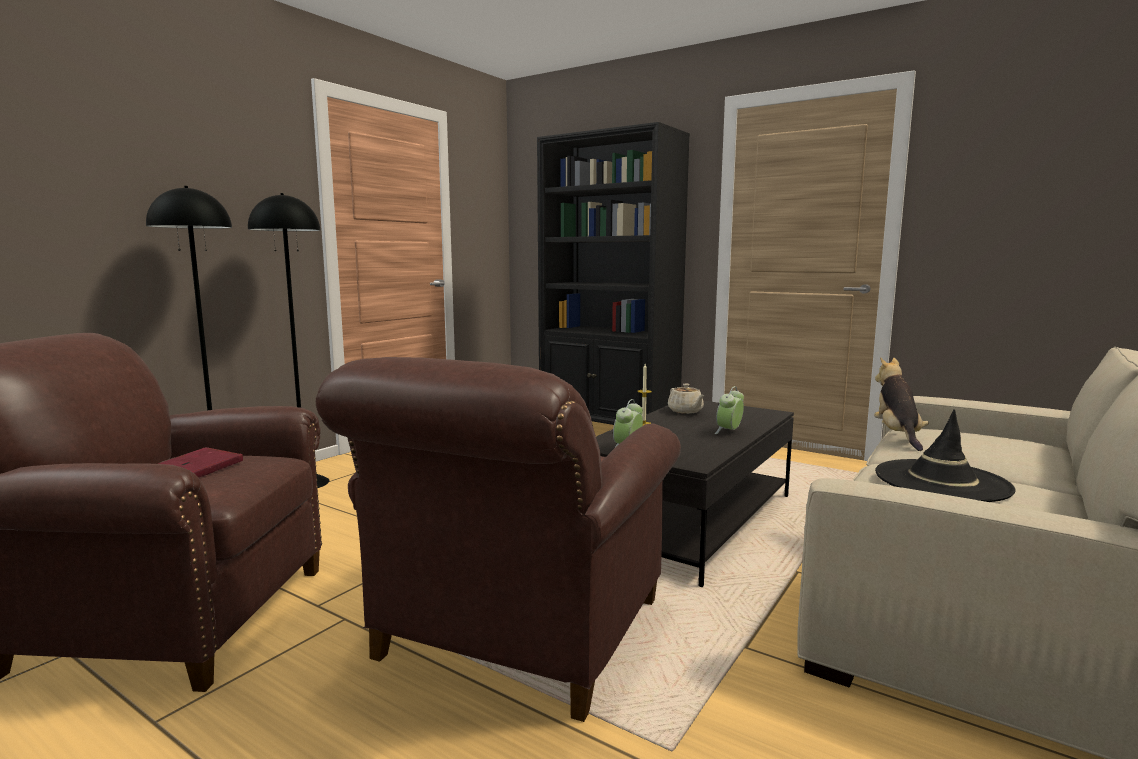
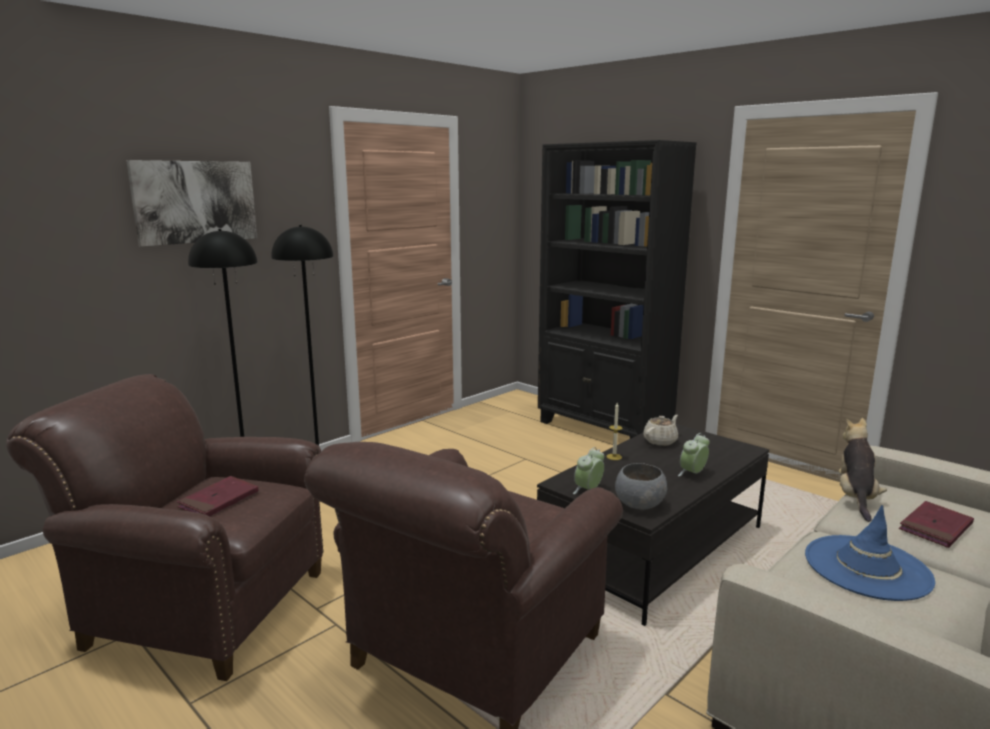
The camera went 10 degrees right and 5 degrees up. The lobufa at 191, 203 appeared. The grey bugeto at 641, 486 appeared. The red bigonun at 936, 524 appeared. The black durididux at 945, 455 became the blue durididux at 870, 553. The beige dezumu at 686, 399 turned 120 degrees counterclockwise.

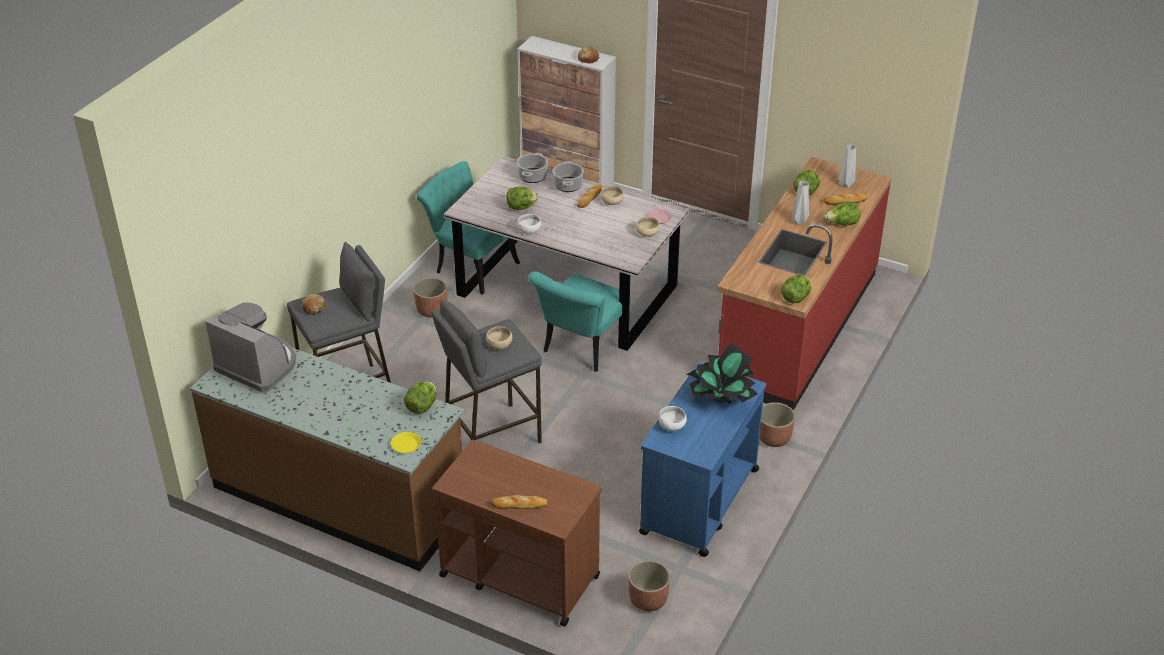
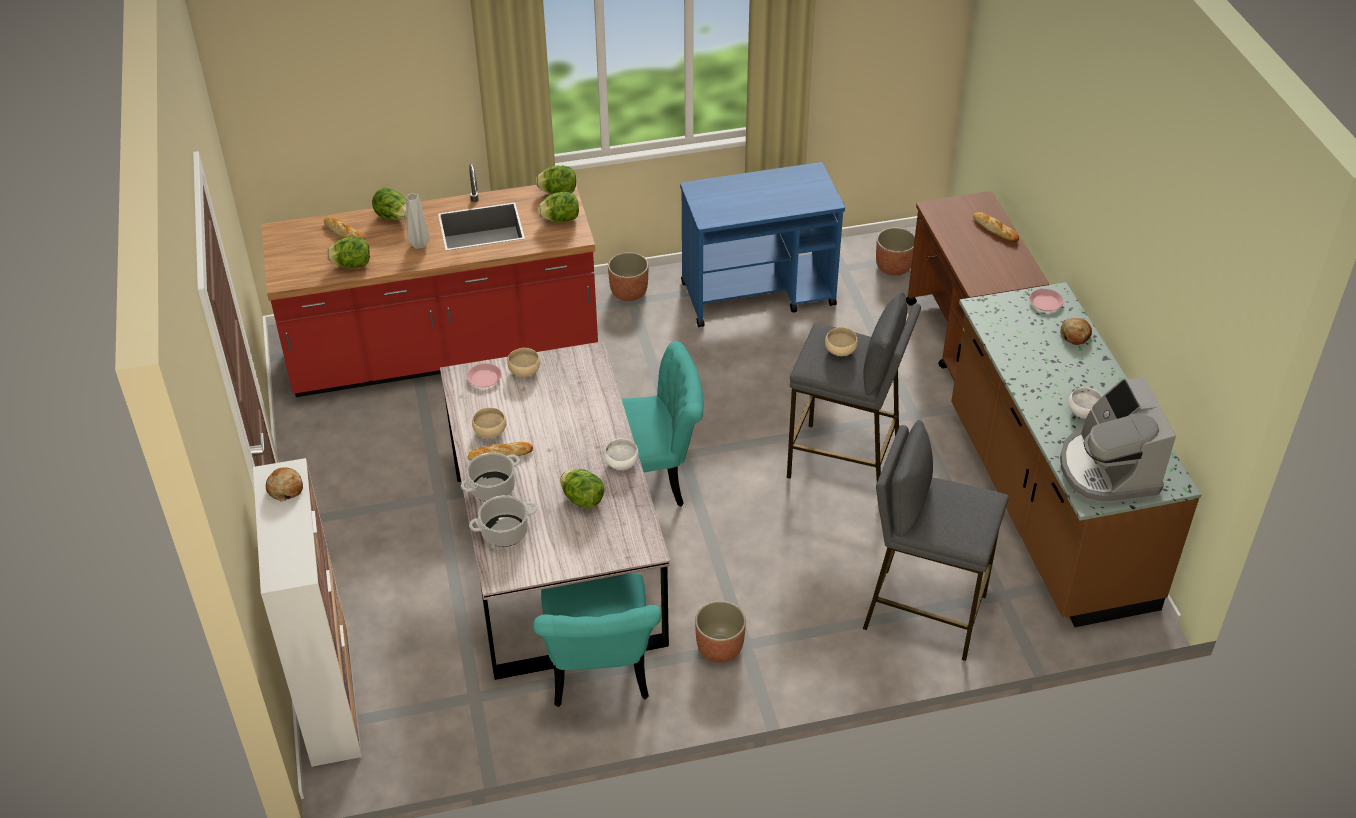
The camera went 130 degrees left and 5 degrees up. The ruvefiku at 722, 373 disappeared. The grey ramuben at 847, 166 disappeared. The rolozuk moved from 314, 304 to 1076, 331. The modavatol moved from 420, 398 to 558, 207. The white bugeto moved from 672, 418 to 1085, 402. The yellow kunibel at 406, 442 became the pink kunibel at 1046, 300.

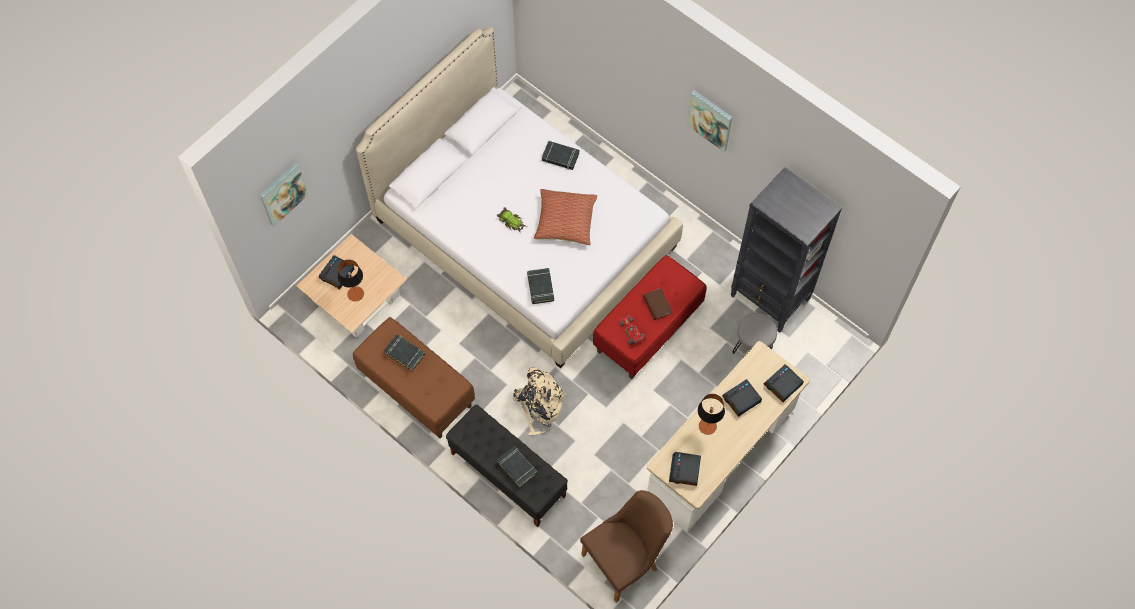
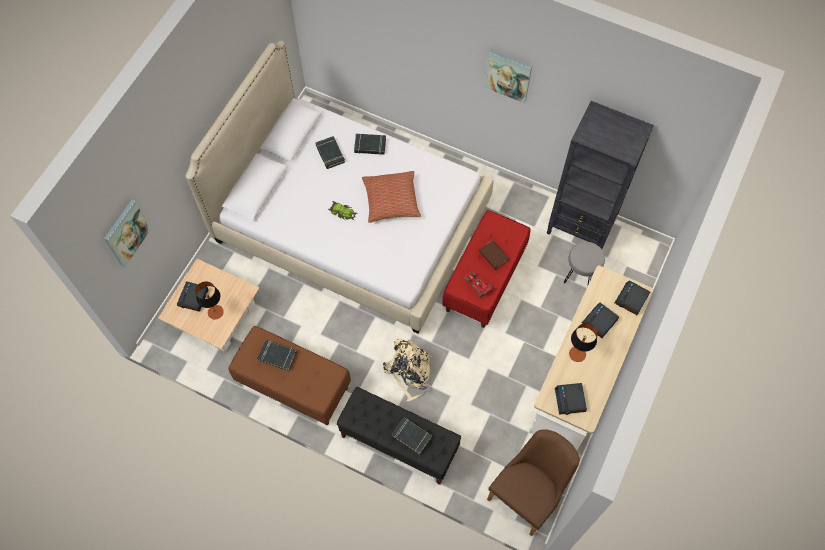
The camera went 15 degrees left and 0 degrees up. The black bigonun moved from 540, 286 to 330, 152.

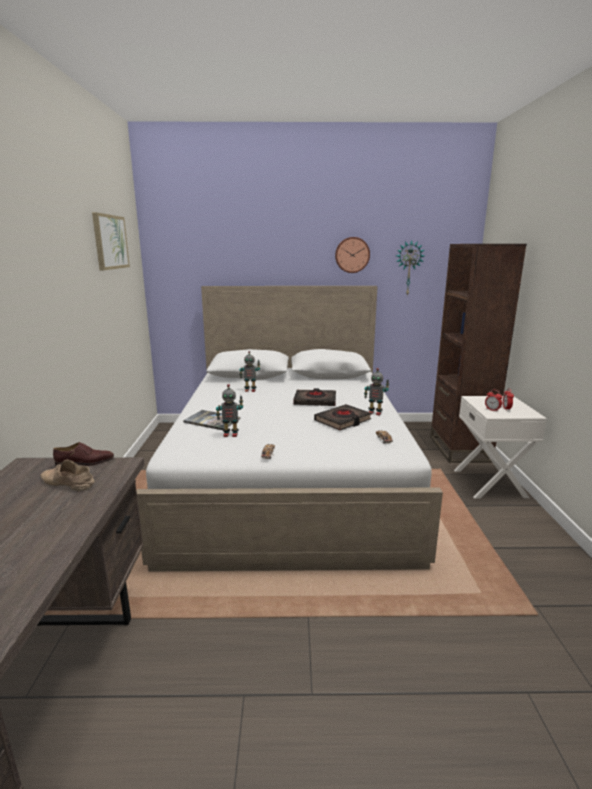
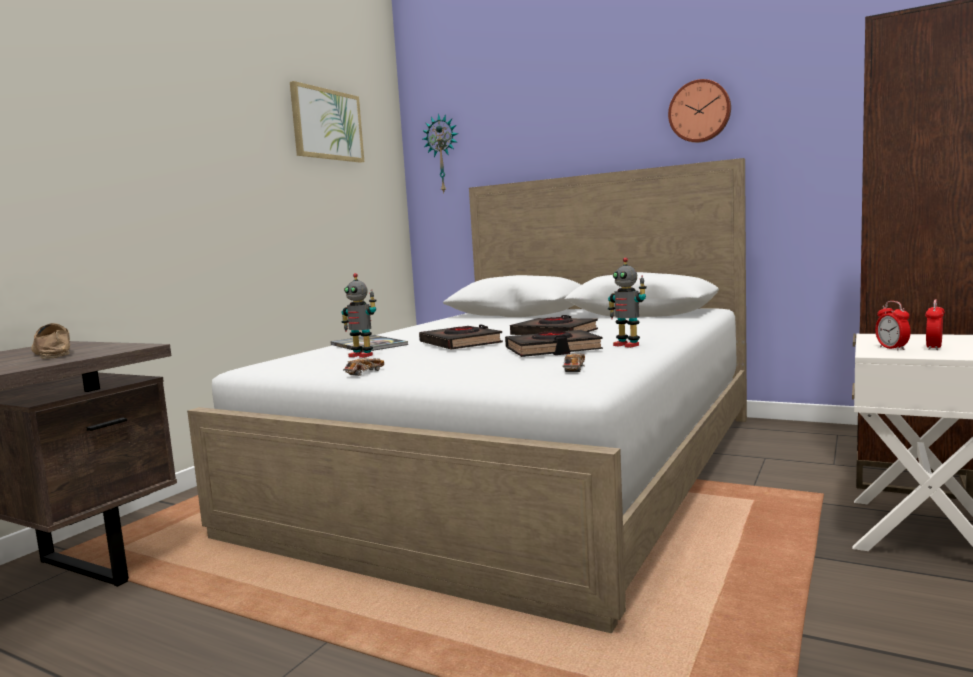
The camera went 30 degrees right and 10 degrees down. The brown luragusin at 83, 454 disappeared. The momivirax at 249, 371 disappeared. The black bigonun at 461, 337 appeared. The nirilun moved from 410, 268 to 440, 153.

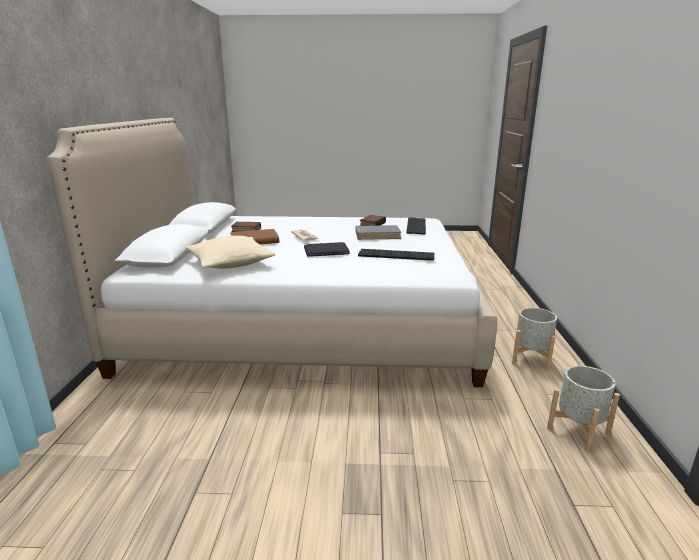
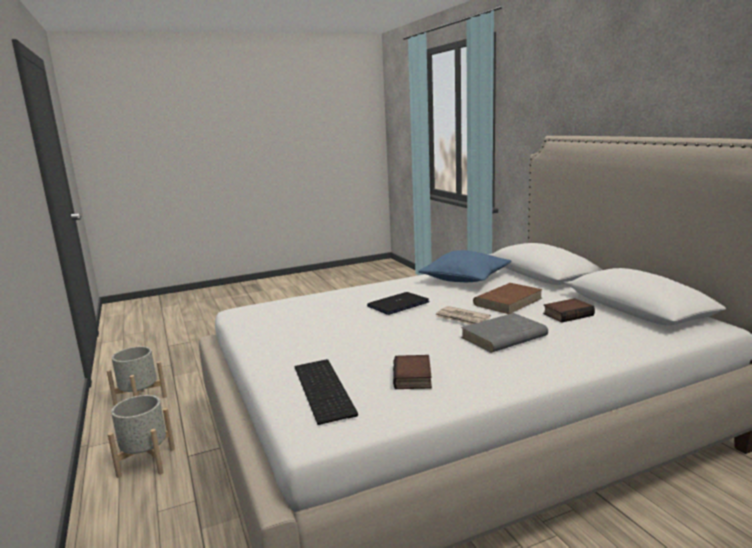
The camera went 155 degrees right and 5 degrees down. The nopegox at 396, 255 disappeared. The grey bigonun moved from 378, 232 to 504, 333. The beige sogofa at 230, 252 became the blue sogofa at 465, 266.

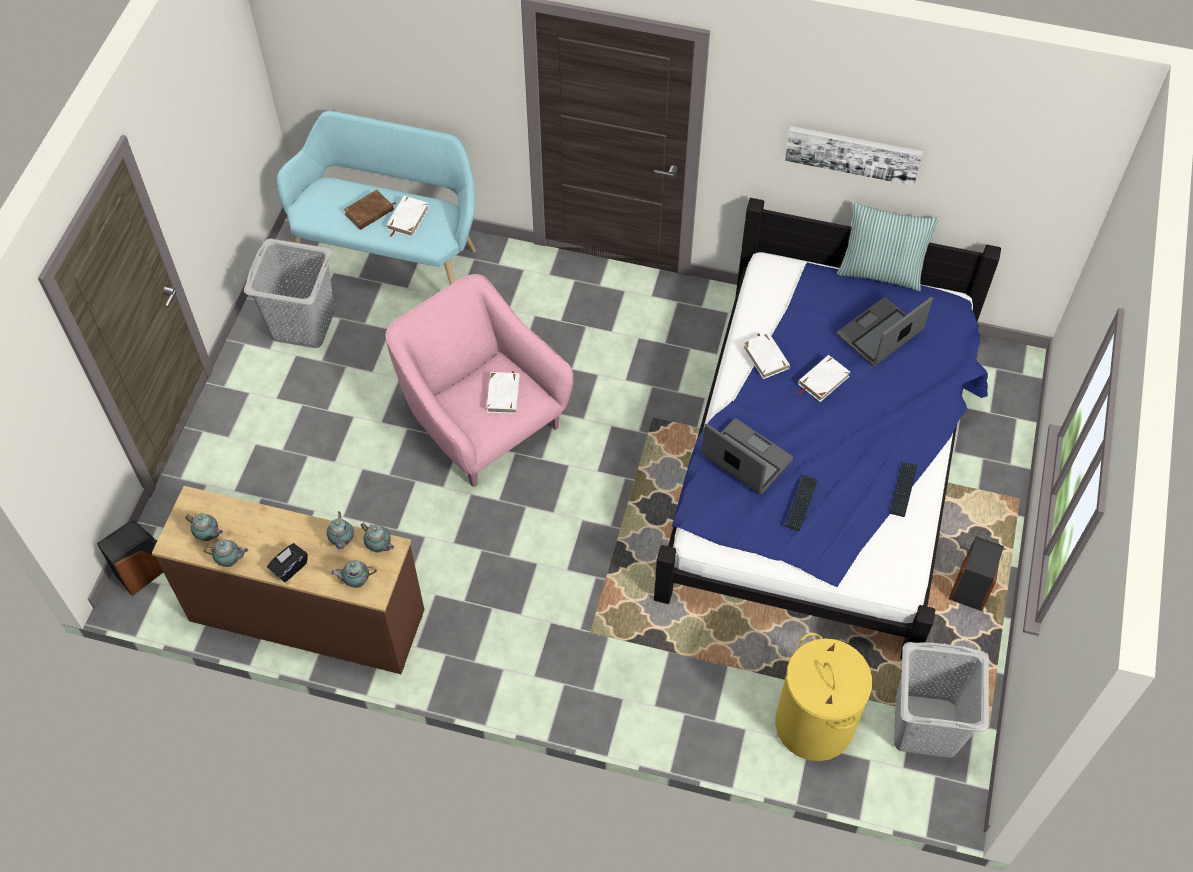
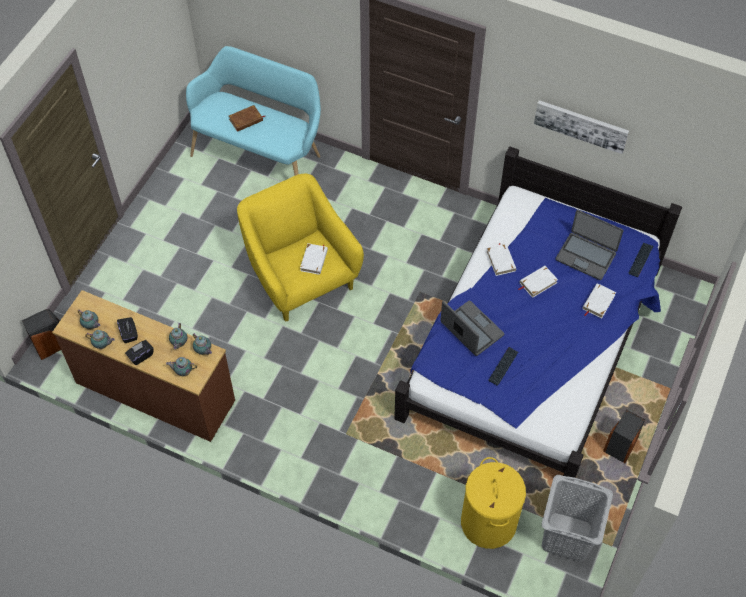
The camera went 10 degrees right and 0 degrees up. The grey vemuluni at 289, 293 disappeared. The sogofa at 888, 246 disappeared. The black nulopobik at 127, 330 appeared. The white bigonun moved from 407, 216 to 599, 301. The nopegox moved from 903, 489 to 641, 260. The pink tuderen at 479, 380 became the yellow tuderen at 300, 247. The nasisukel at 885, 331 turned 120 degrees counterclockwise.

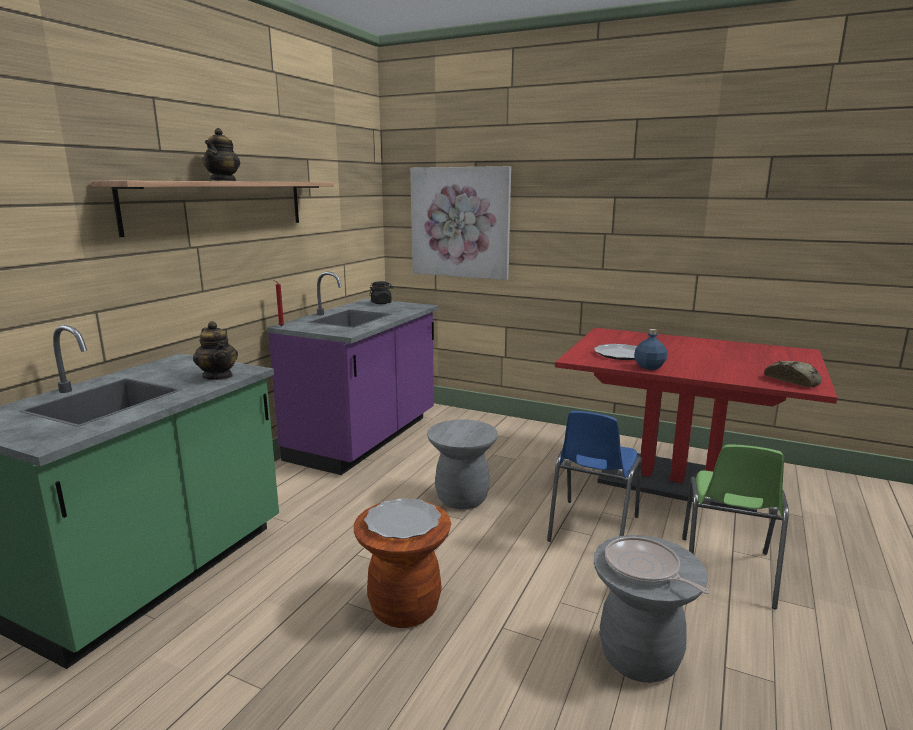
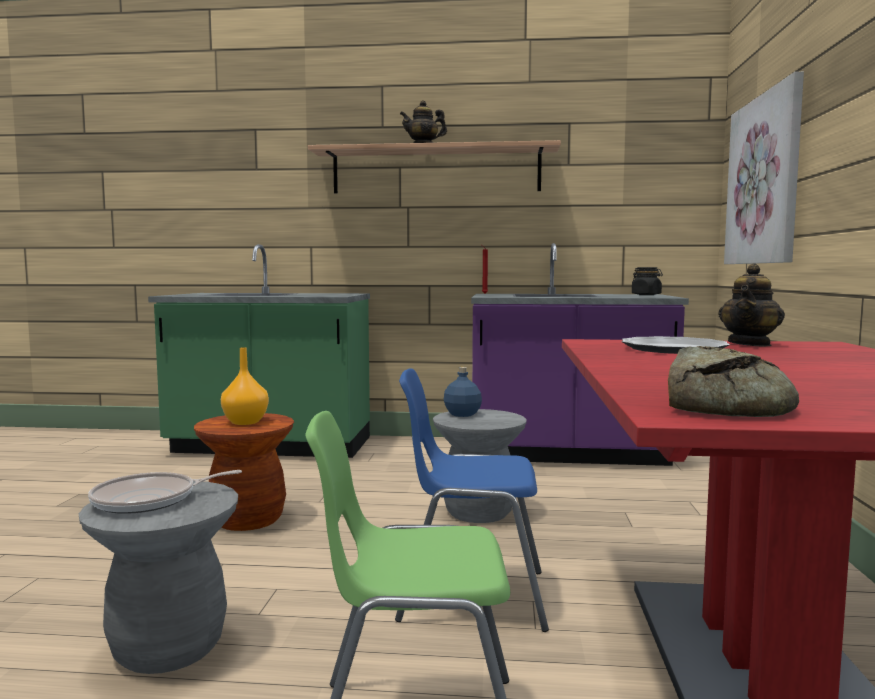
The camera went 70 degrees right and 10 degrees down. The dezumu moved from 215, 350 to 751, 305. The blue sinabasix moved from 650, 349 to 463, 392. The kunibel at 402, 518 was replaced by the orange ramuben at 245, 386. The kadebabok at 657, 565 turned 150 degrees counterclockwise.

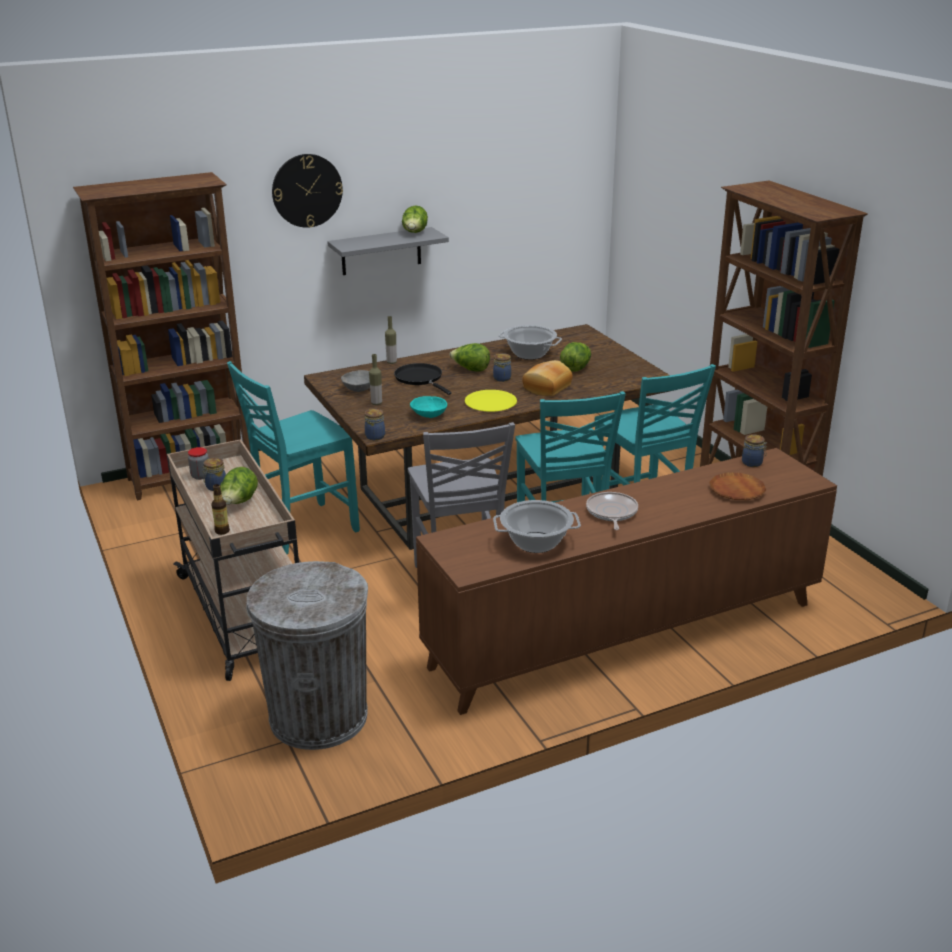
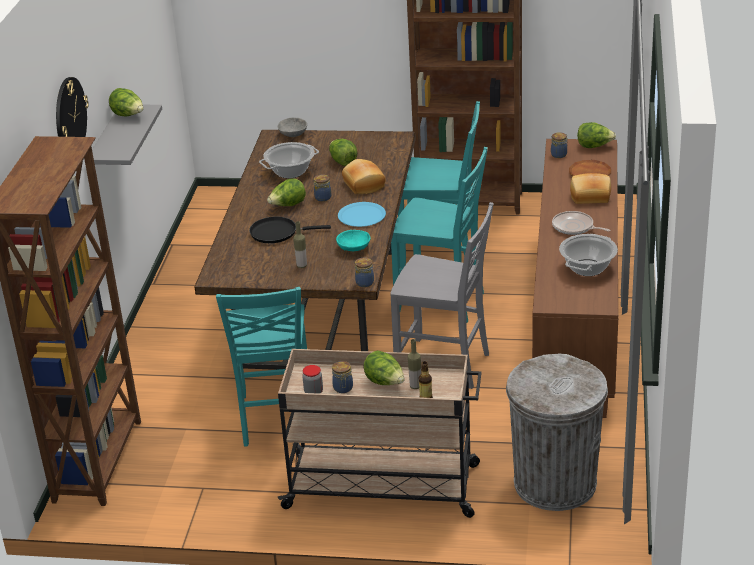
The camera went 55 degrees left and 5 degrees up. The rolozuk at 590, 188 appeared. The modavatol at 596, 135 appeared. The grey bugeto moved from 355, 381 to 292, 127. The sinabasix moved from 391, 340 to 414, 364. The yellow kunibel at 491, 401 became the blue kunibel at 362, 214.

